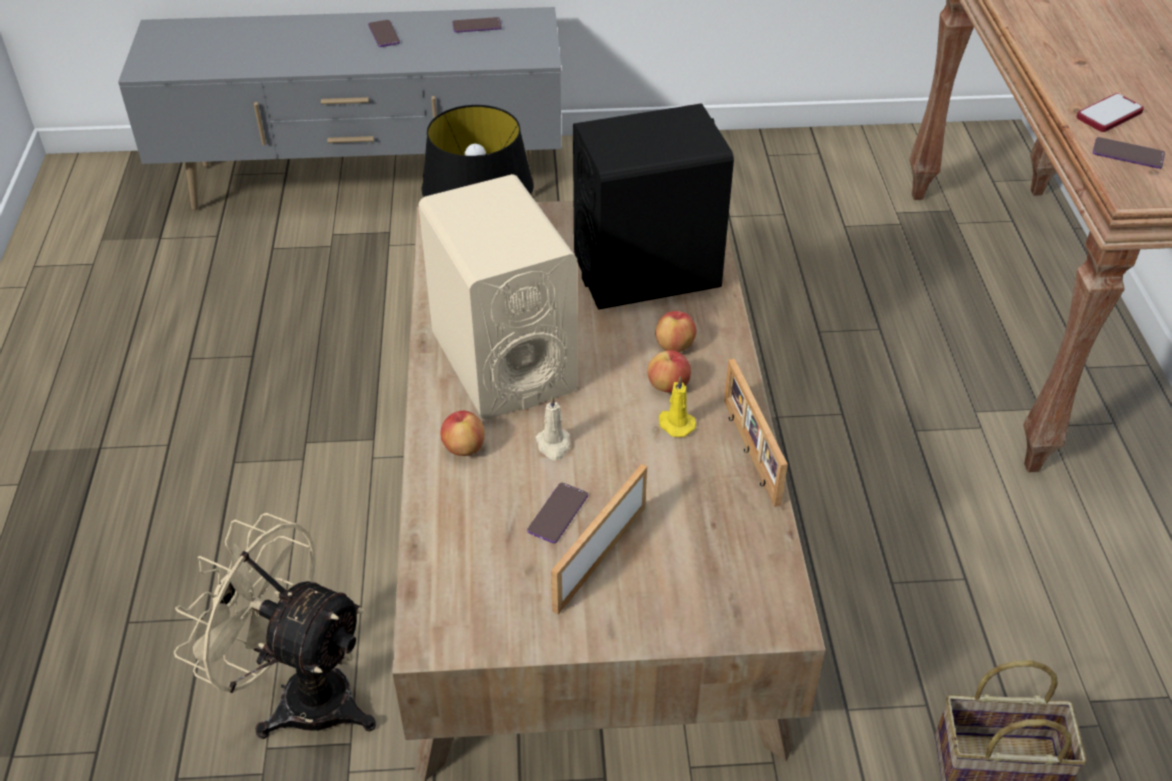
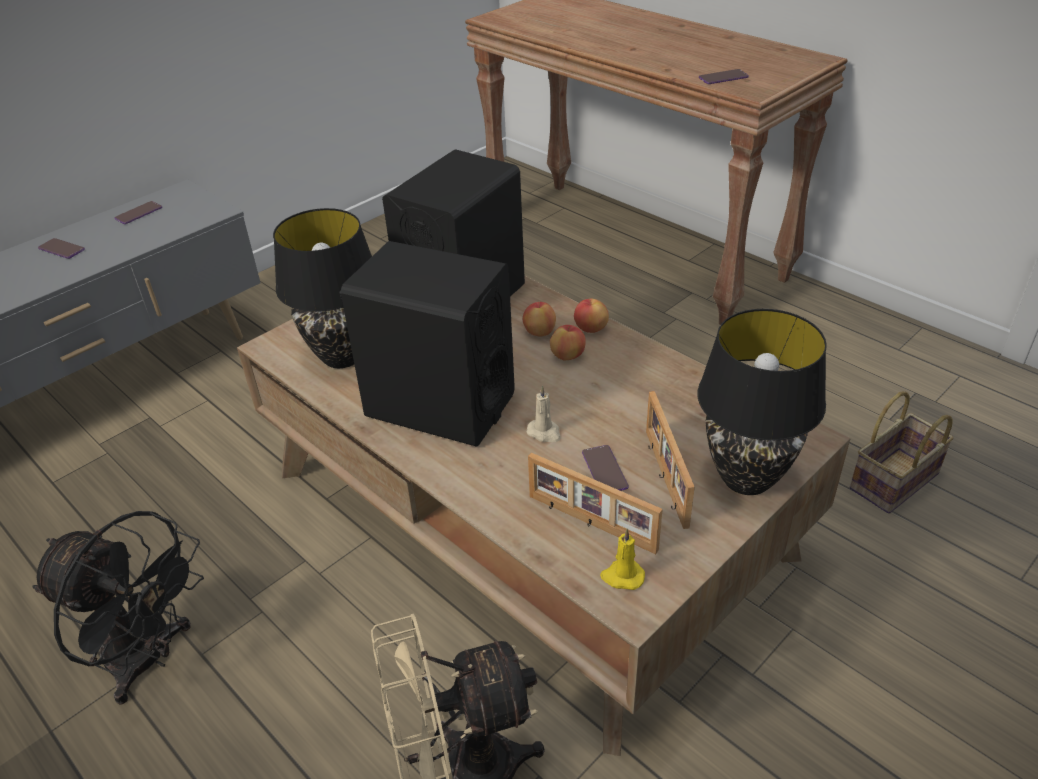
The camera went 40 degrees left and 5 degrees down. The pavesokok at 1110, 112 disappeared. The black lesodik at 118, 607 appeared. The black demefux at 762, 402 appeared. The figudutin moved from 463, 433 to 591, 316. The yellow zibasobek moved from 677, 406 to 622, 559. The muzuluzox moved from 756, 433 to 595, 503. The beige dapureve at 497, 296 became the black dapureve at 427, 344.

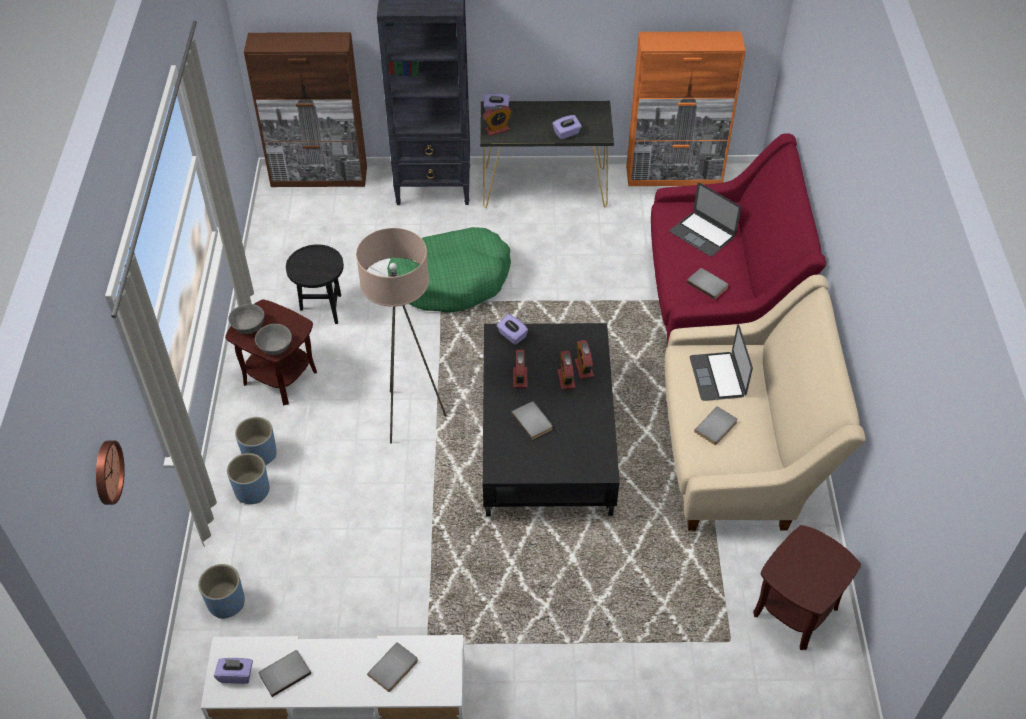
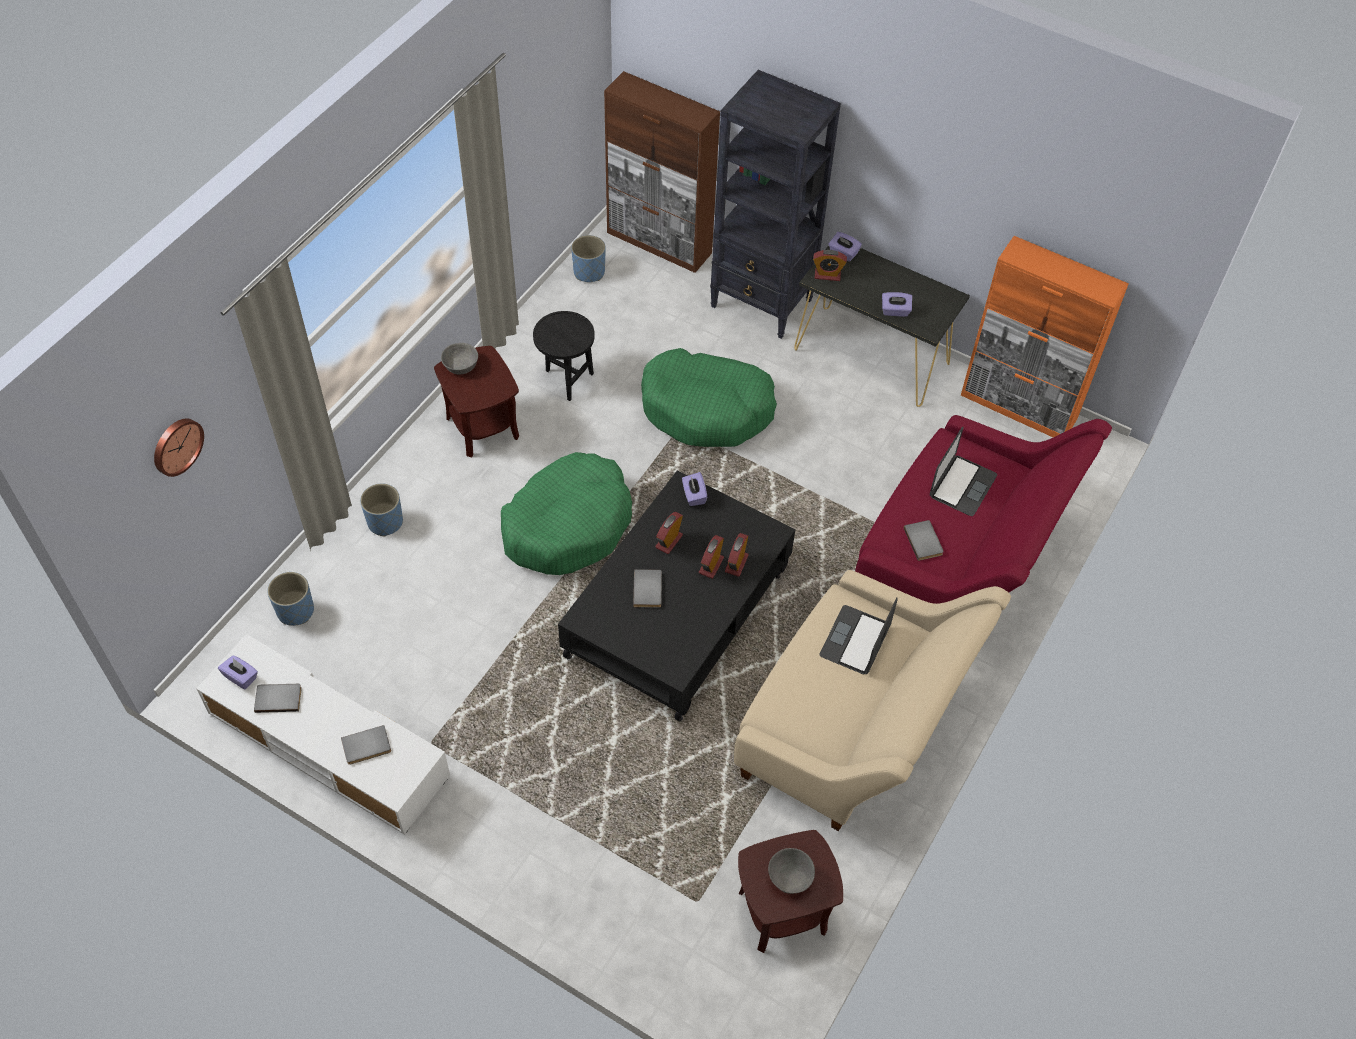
The camera went 30 degrees right and 5 degrees up. The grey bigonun at 716, 425 disappeared. The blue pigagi moved from 256, 441 to 588, 258. The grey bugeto moved from 273, 339 to 791, 871. The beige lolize at 401, 336 was replaced by the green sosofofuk at 566, 513. The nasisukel at 705, 219 turned 135 degrees counterclockwise.

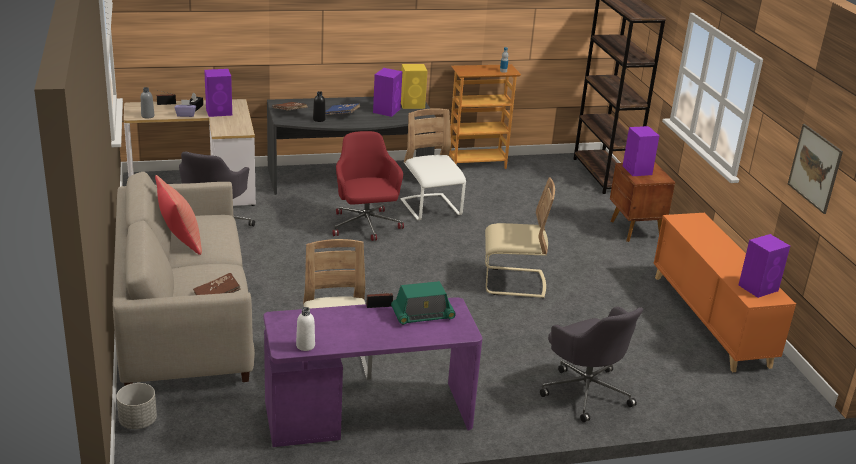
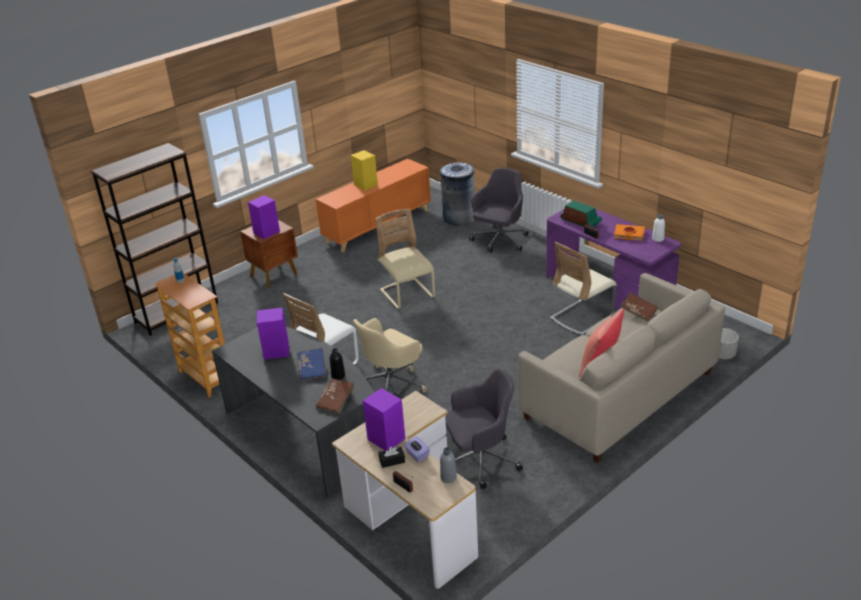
The camera went 115 degrees left and 5 degrees up. The purple dapureve at 764, 266 disappeared. The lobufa at 815, 169 disappeared. The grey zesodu at 457, 194 appeared. The orange bigonun at 629, 232 appeared. The yellow dapureve moved from 414, 86 to 364, 170. The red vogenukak at 368, 186 became the beige vogenukak at 390, 355.

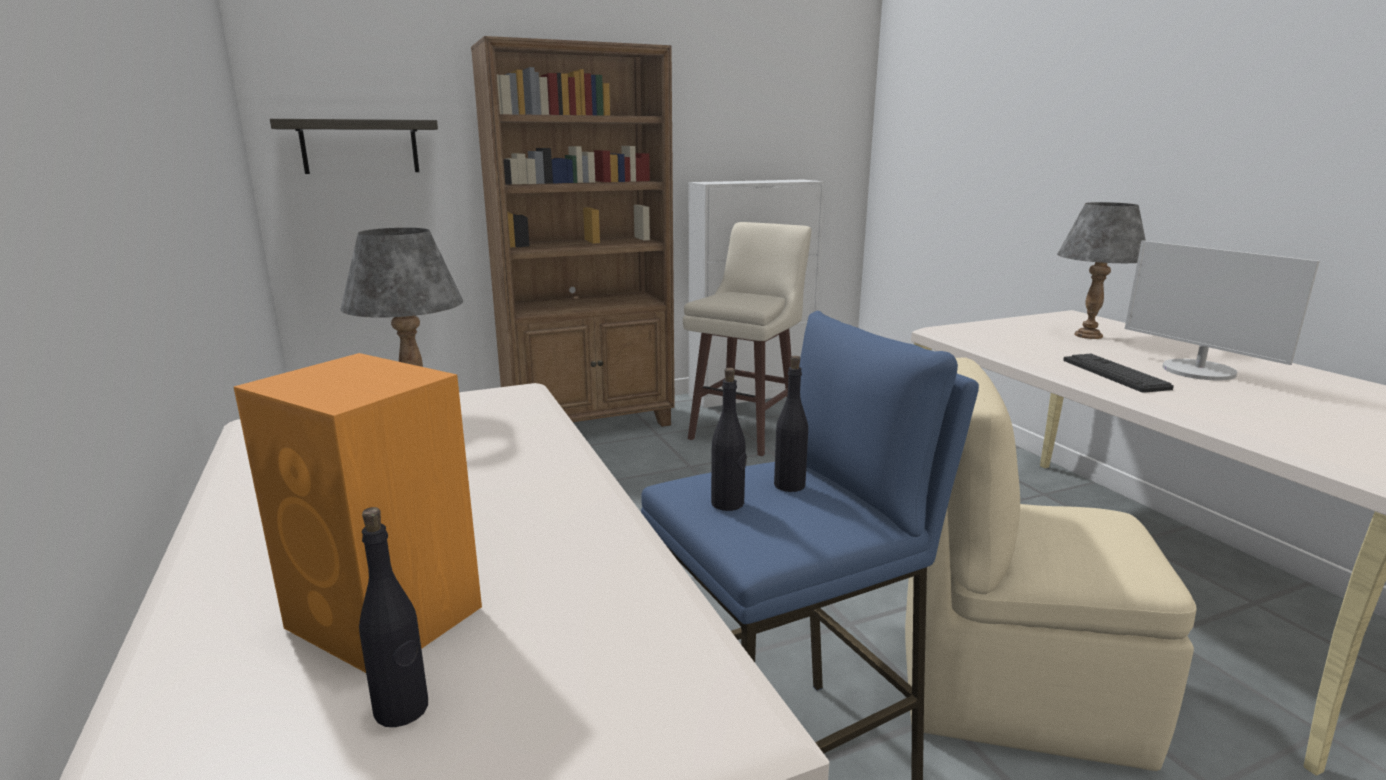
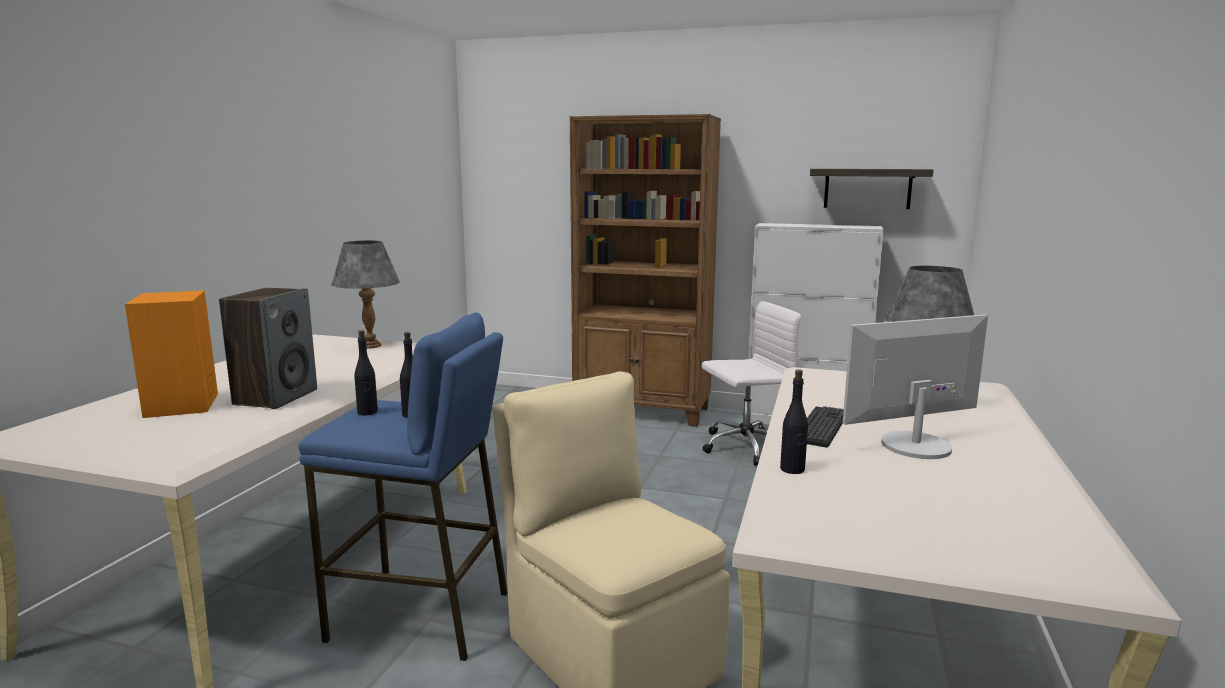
The camera went 40 degrees right and 5 degrees down. The dapureve at 268, 348 appeared. The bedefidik moved from 354, 146 to 871, 189. The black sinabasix moved from 393, 617 to 794, 421. The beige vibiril at 747, 339 was replaced by the white vogenukak at 751, 383. The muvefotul at 1222, 310 turned 60 degrees clockwise.

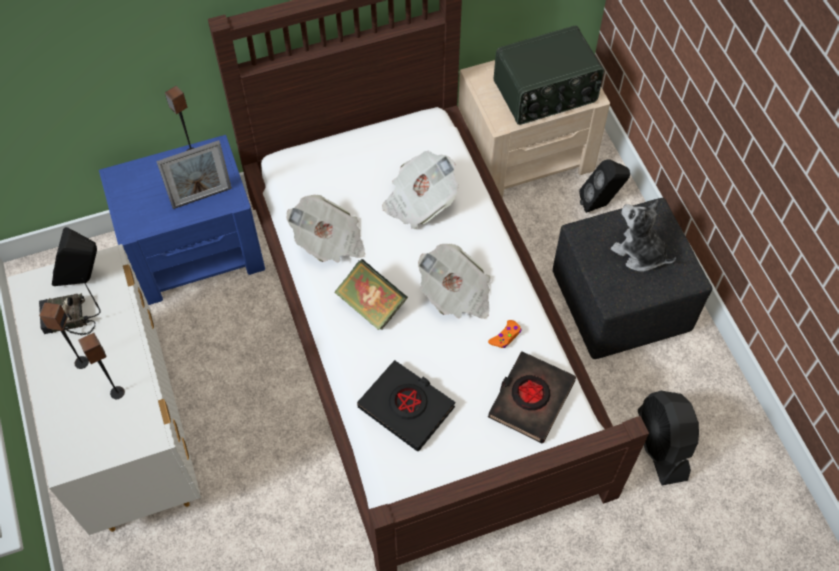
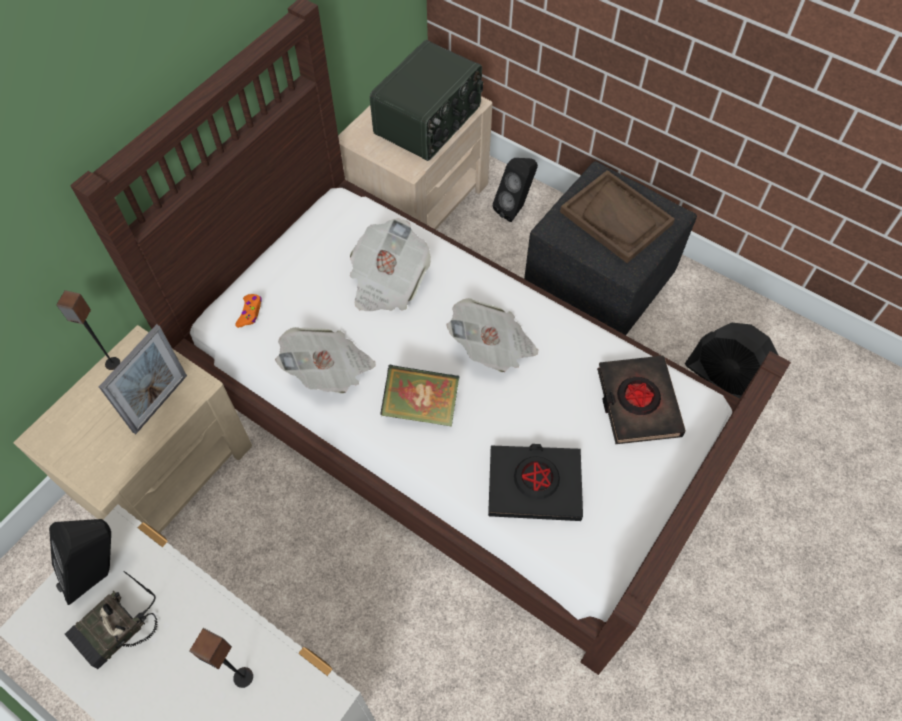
The camera went 35 degrees left and 0 degrees up. The dapureve at 64, 335 disappeared. The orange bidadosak moved from 505, 334 to 248, 311. The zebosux at 643, 236 was replaced by the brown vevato at 617, 216. The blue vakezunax at 182, 220 became the beige vakezunax at 132, 429.

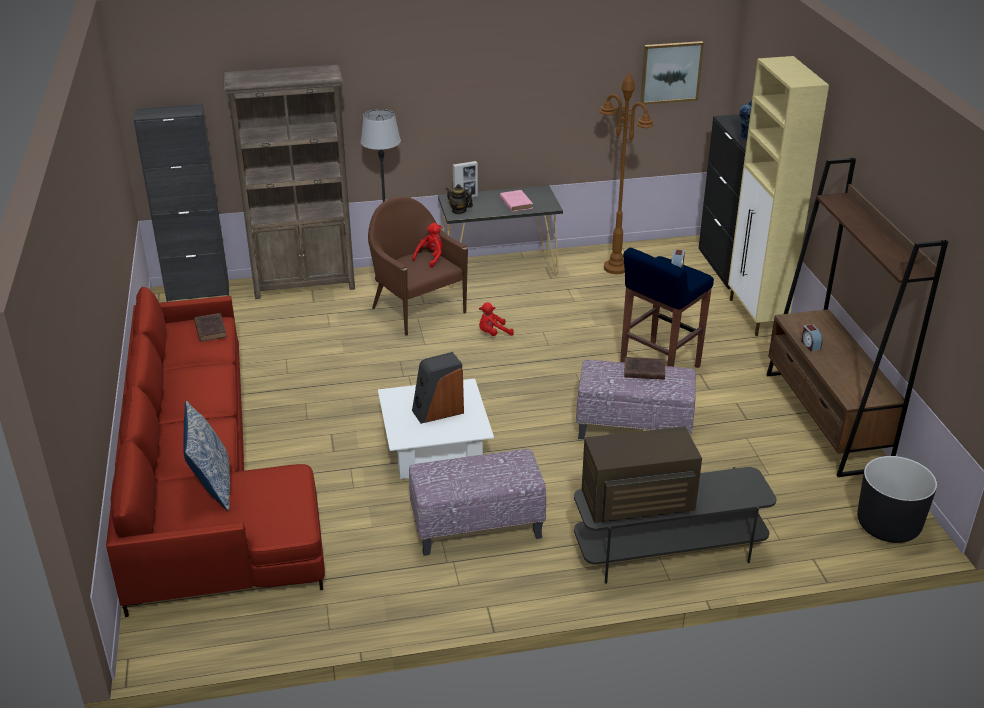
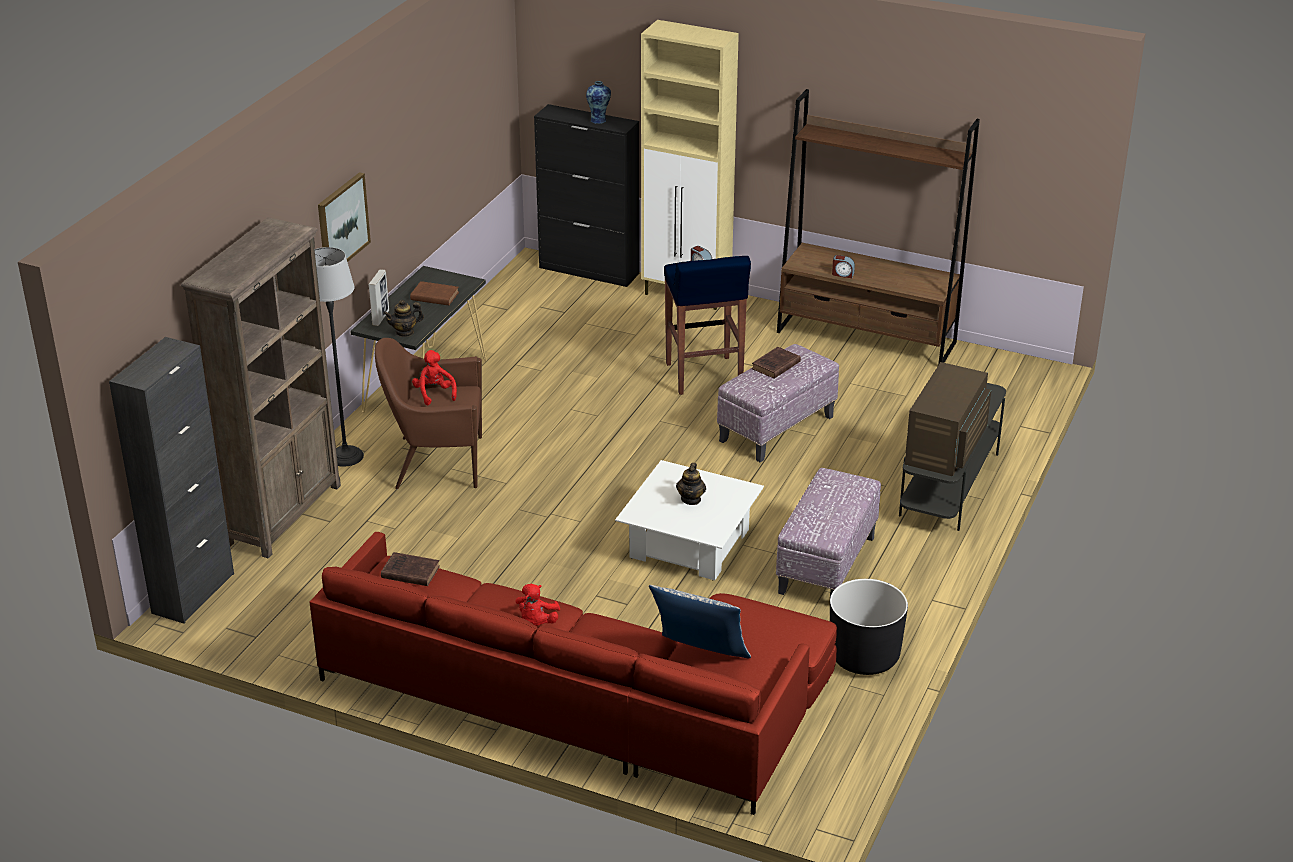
The camera went 55 degrees left and 0 degrees up. The brown lolize at 627, 173 disappeared. The red zebosux moved from 496, 319 to 537, 605. The lobufa moved from 672, 73 to 344, 217. The black pigagi moved from 897, 499 to 869, 627. The dapureve at 438, 388 was replaced by the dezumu at 691, 484. The pink bigonun at 516, 201 became the brown bigonun at 434, 293.

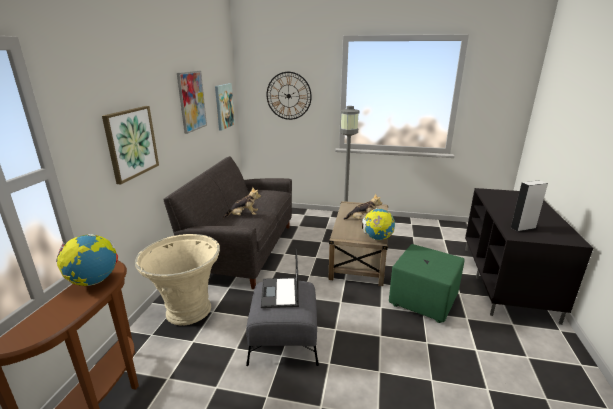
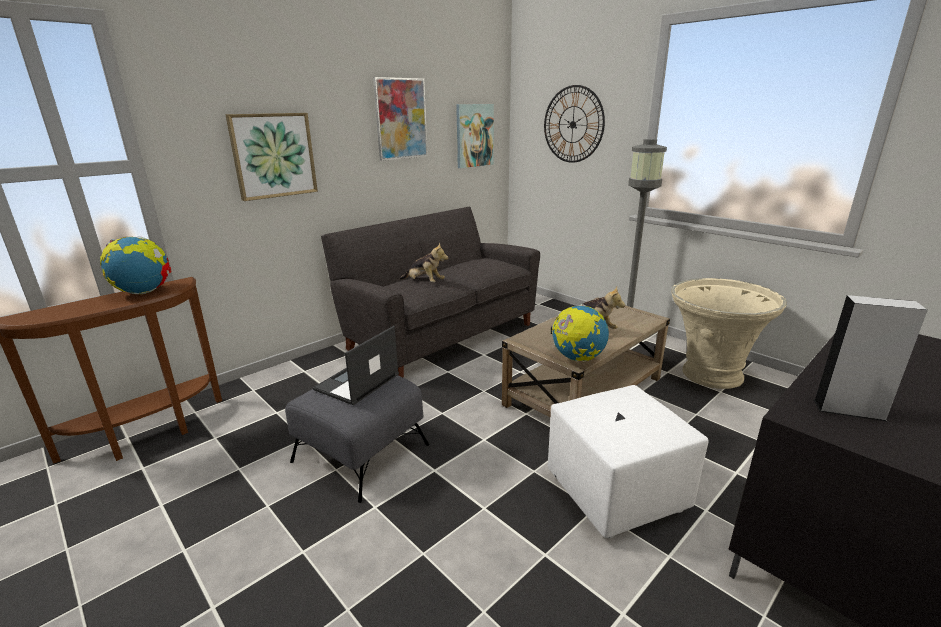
The camera went 35 degrees right and 0 degrees up. The beige pigagi moved from 177, 280 to 729, 333. The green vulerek at 427, 283 became the white vulerek at 628, 461.

